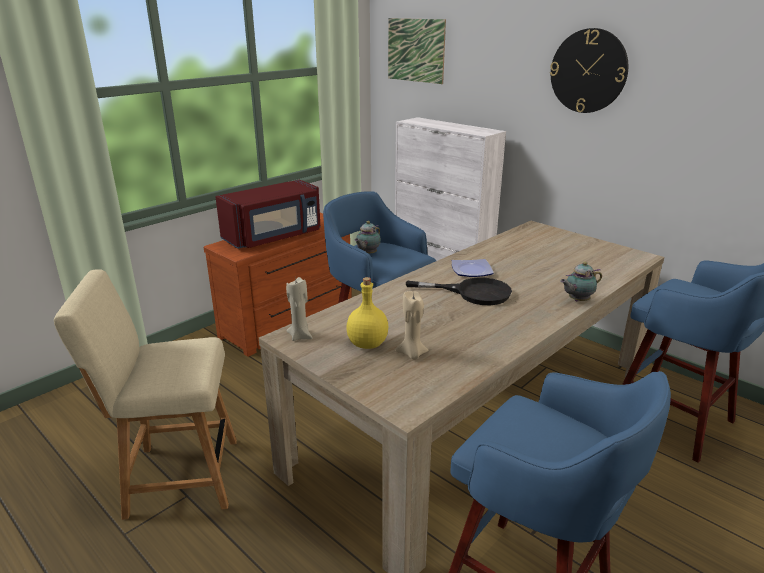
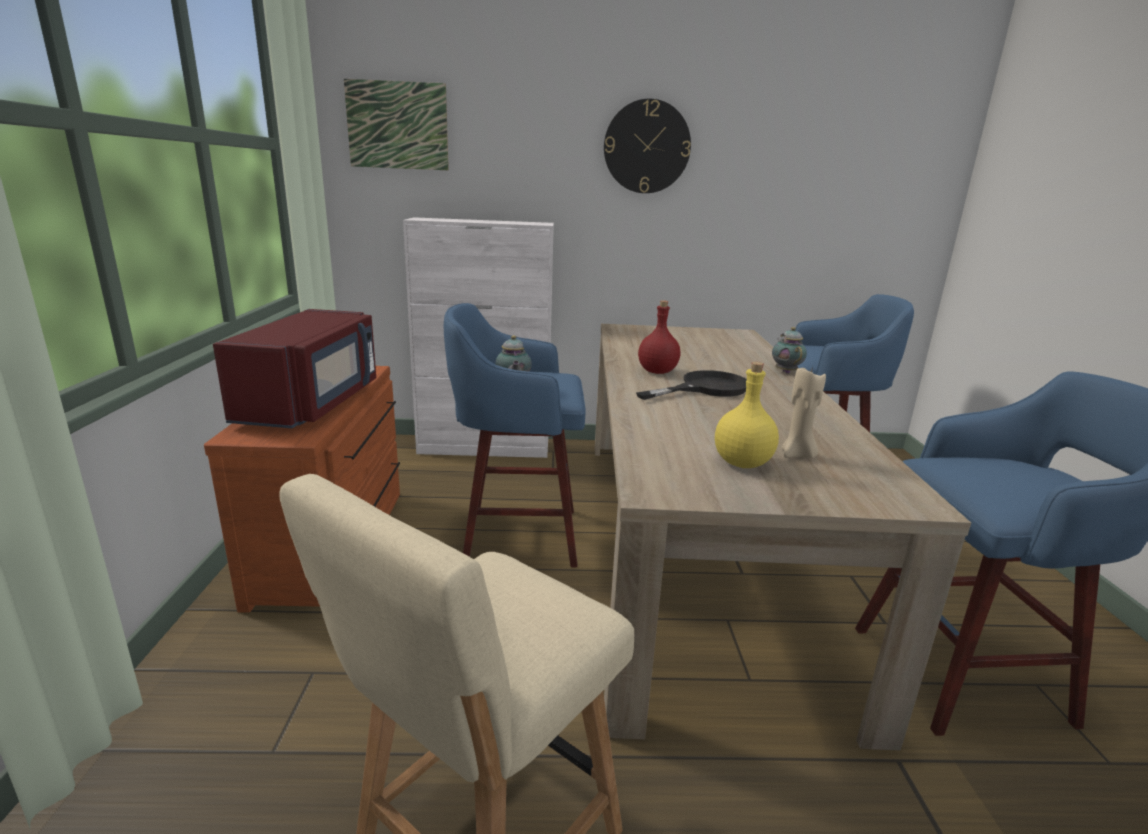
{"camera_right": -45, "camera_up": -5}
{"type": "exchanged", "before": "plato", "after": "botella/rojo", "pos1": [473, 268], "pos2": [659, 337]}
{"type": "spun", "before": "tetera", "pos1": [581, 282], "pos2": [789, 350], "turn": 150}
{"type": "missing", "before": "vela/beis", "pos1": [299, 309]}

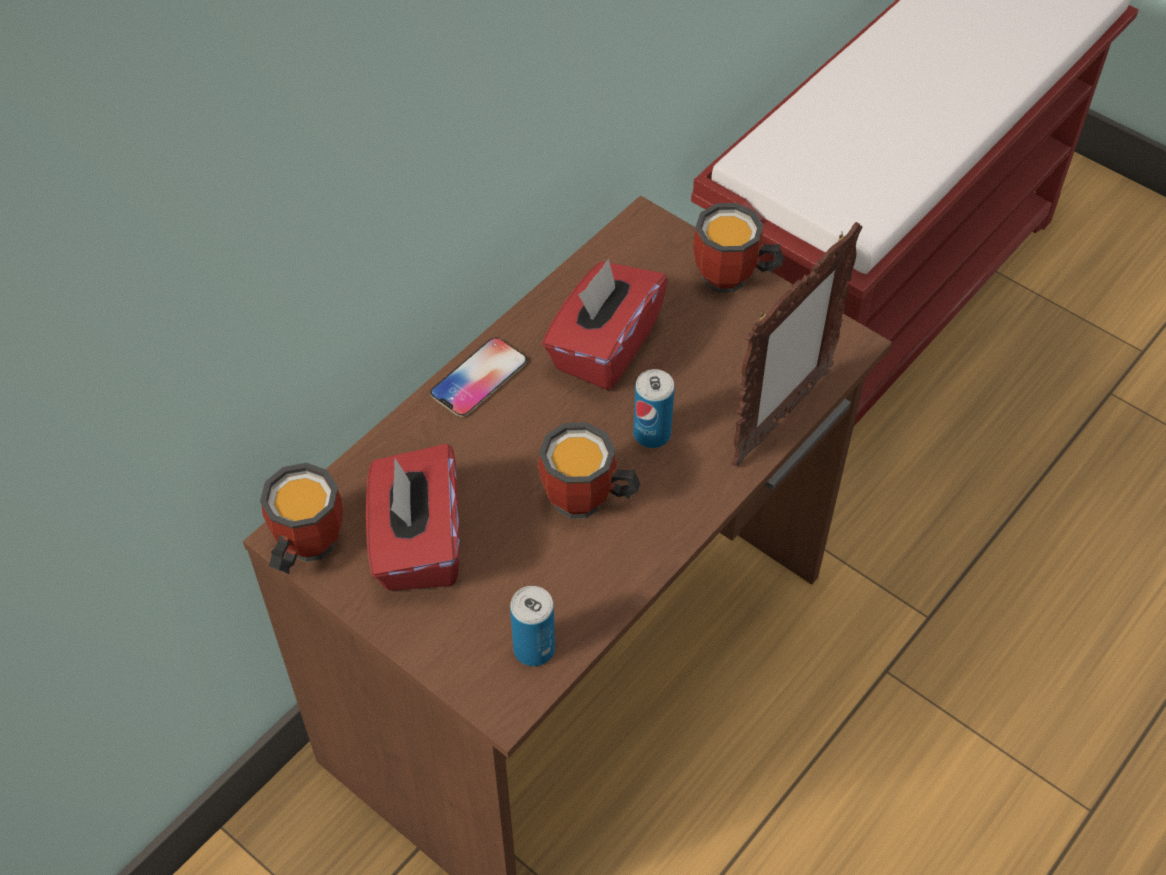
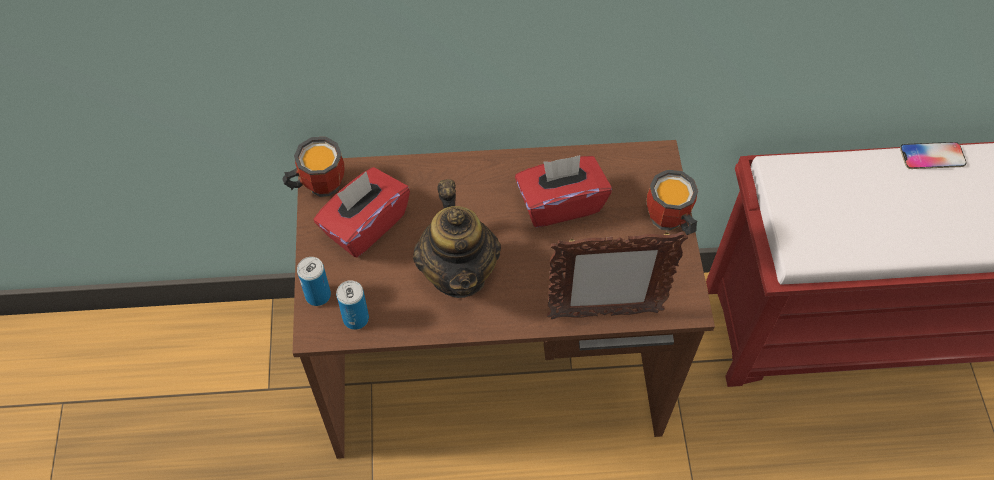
{"camera_right": 45, "camera_up": 5}
{"type": "relocated", "before": "lata", "pos1": [654, 408], "pos2": [314, 281]}
{"type": "exchanged", "before": "taza grande", "after": "tetera", "pos1": [589, 470], "pos2": [457, 238]}
{"type": "relocated", "before": "móvil", "pos1": [478, 377], "pos2": [933, 155]}

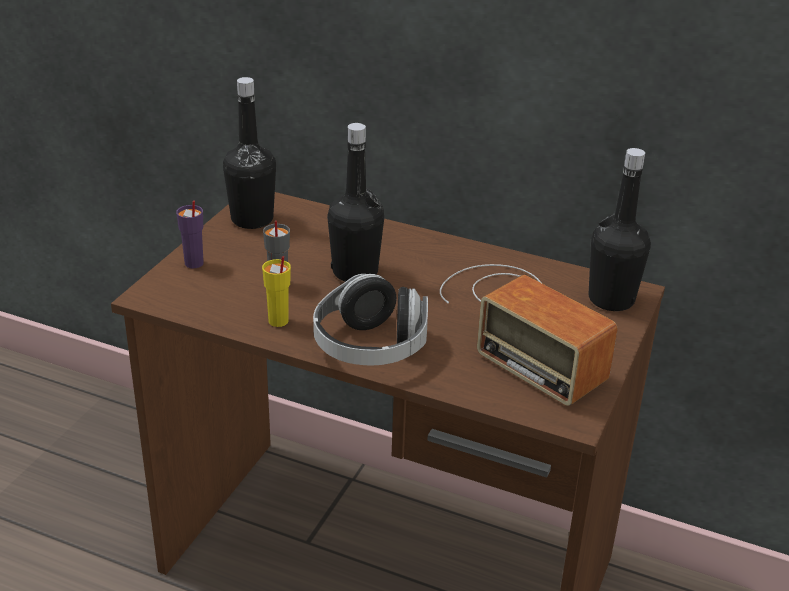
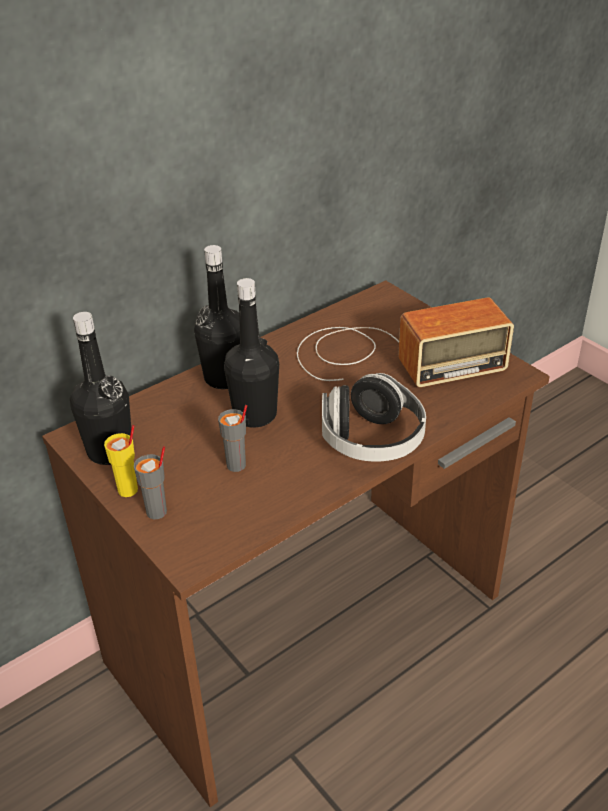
{"camera_right": -60, "camera_up": 5}
{"type": "relocated", "before": "taza/amarillo", "pos1": [276, 291], "pos2": [121, 461]}
{"type": "colour", "before": "taza/morado", "after": "taza/gris", "pos1": [190, 234], "pos2": [150, 482]}
{"type": "relocated", "before": "botella/negro", "pos1": [620, 229], "pos2": [217, 317]}

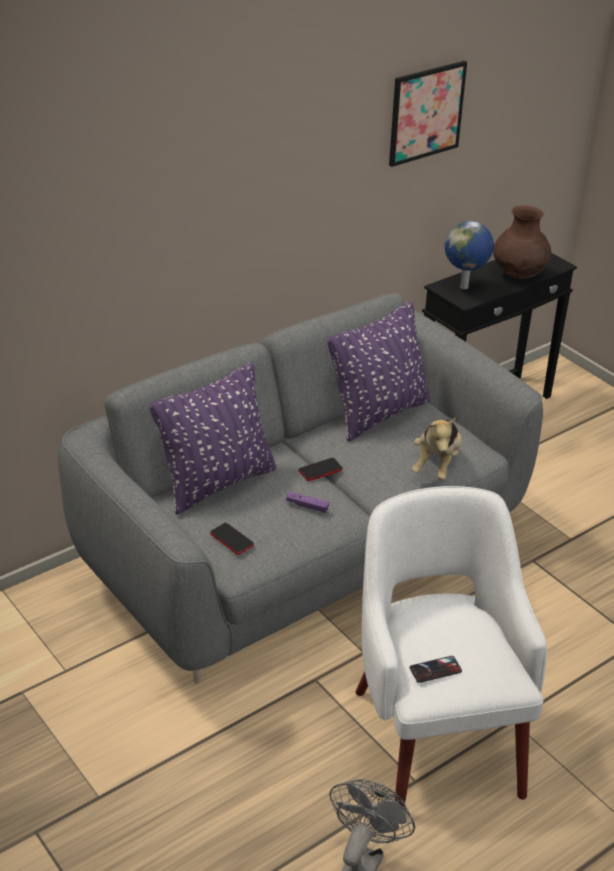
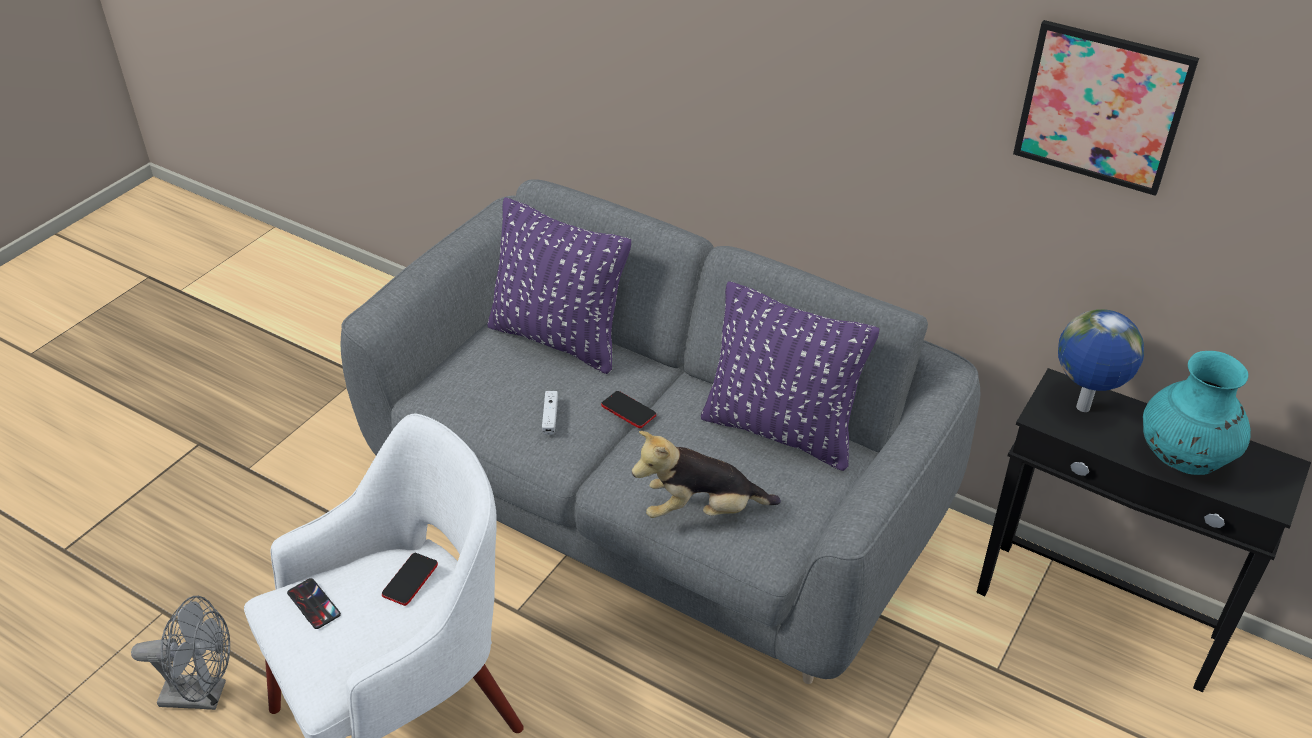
{"camera_right": 70, "camera_up": 5}
{"type": "relocated", "before": "móvil", "pos1": [232, 539], "pos2": [410, 579]}
{"type": "colour", "before": "mando de consola/morado", "after": "mando de consola/blanco", "pos1": [307, 502], "pos2": [550, 413]}
{"type": "colour", "before": "florero/marrón", "after": "florero/turquesa", "pos1": [522, 242], "pos2": [1197, 413]}

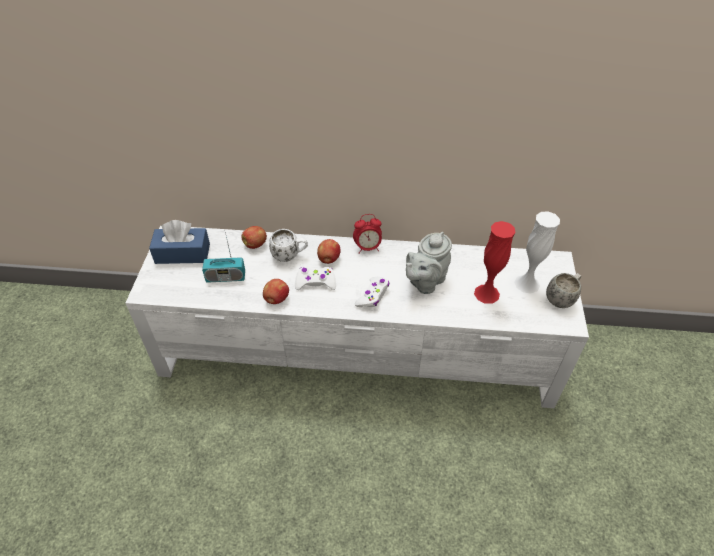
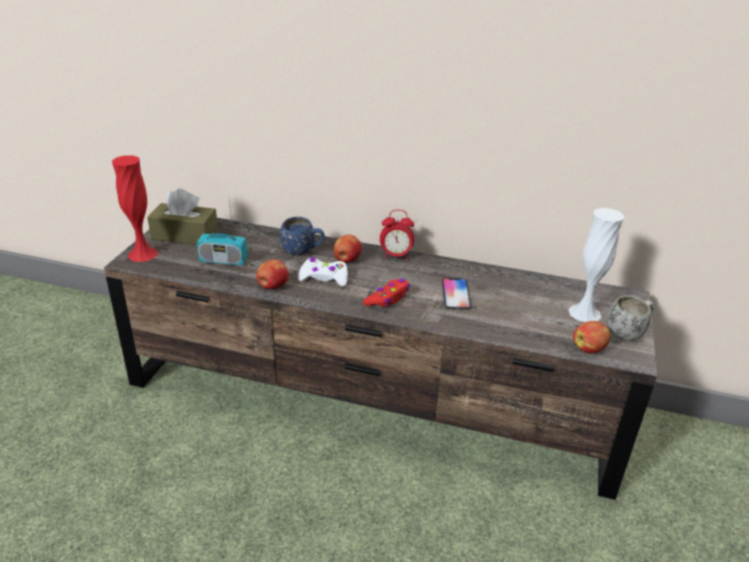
{"camera_right": 10, "camera_up": -15}
{"type": "colour", "before": "mueble de televisión/blanco", "after": "mueble de televisión/marrón", "pos1": [357, 316], "pos2": [380, 359]}
{"type": "relocated", "before": "florero/rojo", "pos1": [495, 262], "pos2": [135, 208]}
{"type": "colour", "before": "caja de pañuelos/azul", "after": "caja de pañuelos/marrón", "pos1": [179, 242], "pos2": [182, 217]}
{"type": "colour", "before": "taza grande/blanco", "after": "taza grande/azul", "pos1": [288, 245], "pos2": [302, 236]}
{"type": "colour", "before": "mando de consola/blanco", "after": "mando de consola/rojo", "pos1": [372, 292], "pos2": [386, 293]}
{"type": "exchanged", "before": "tetera/gris", "after": "móvil", "pos1": [429, 263], "pos2": [456, 294]}
{"type": "relocated", "before": "manzana", "pos1": [254, 237], "pos2": [592, 337]}

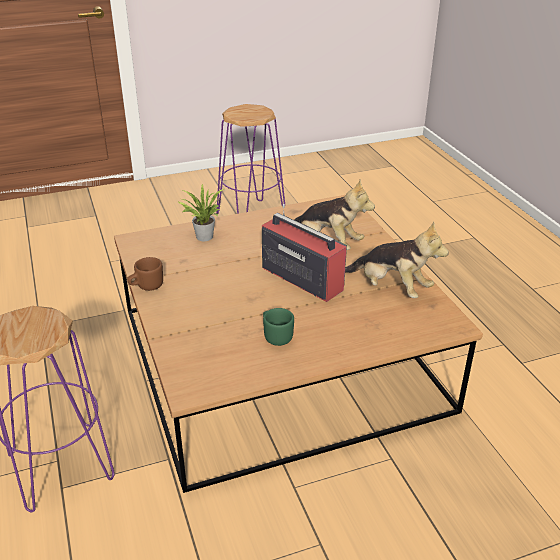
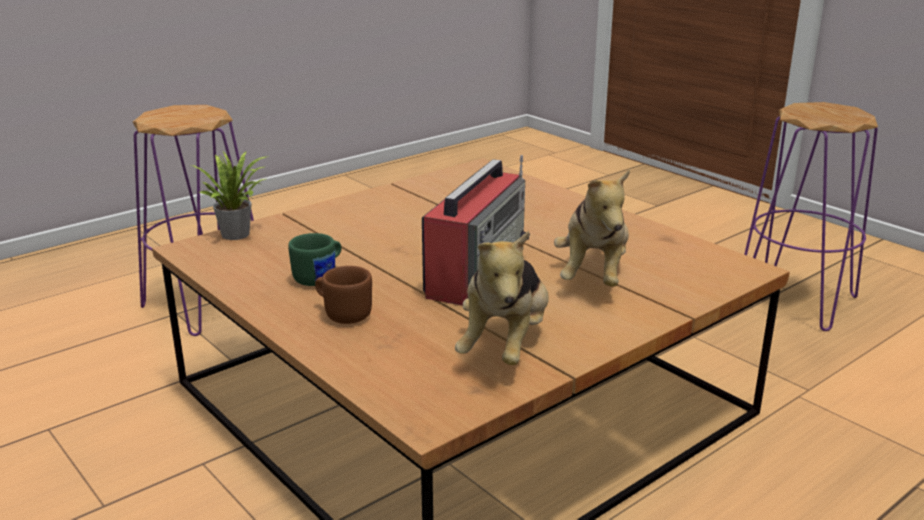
{"camera_right": 70, "camera_up": -10}
{"type": "relocated", "before": "planta en maceta", "pos1": [201, 212], "pos2": [230, 196]}
{"type": "relocated", "before": "taza grande/marrón", "pos1": [145, 274], "pos2": [343, 295]}

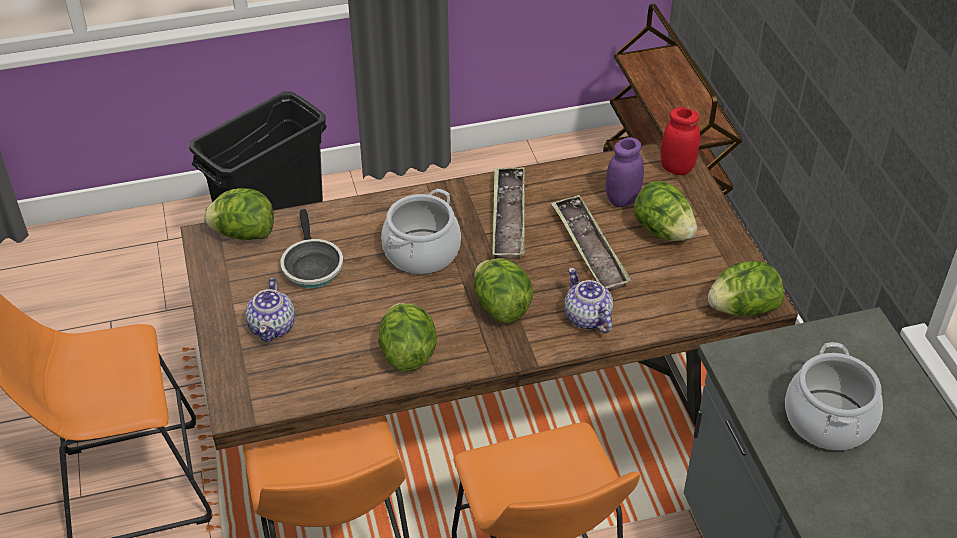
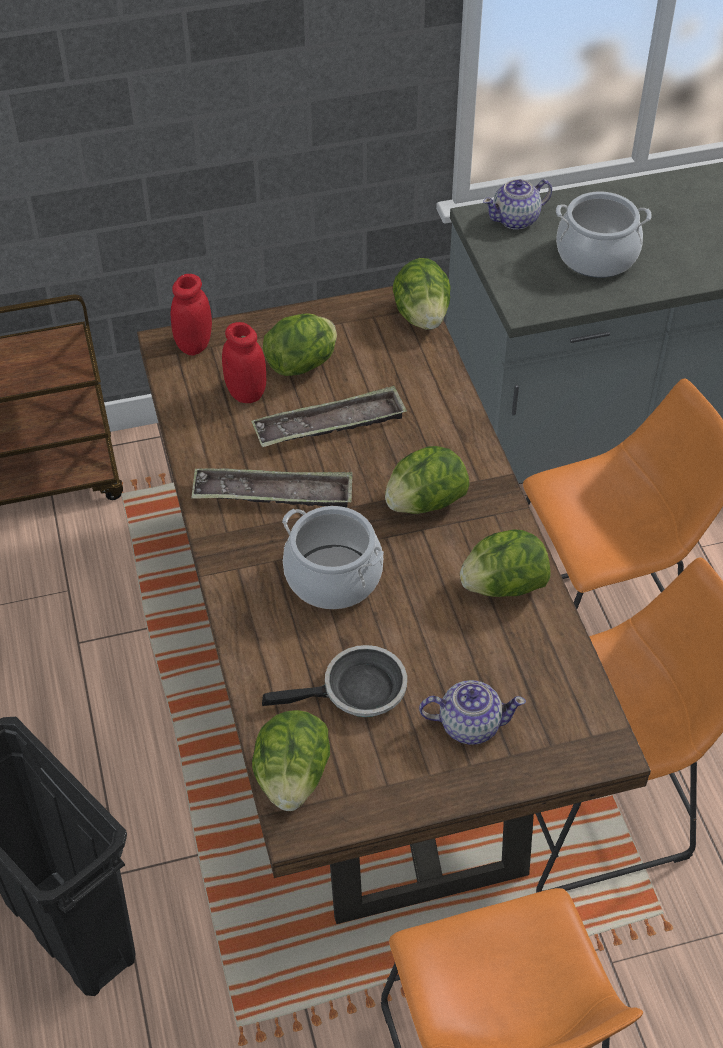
{"camera_right": -90, "camera_up": 5}
{"type": "colour", "before": "tarro/morado", "after": "tarro/rojo", "pos1": [625, 172], "pos2": [244, 362]}
{"type": "relocated", "before": "tetera", "pos1": [589, 300], "pos2": [517, 204]}

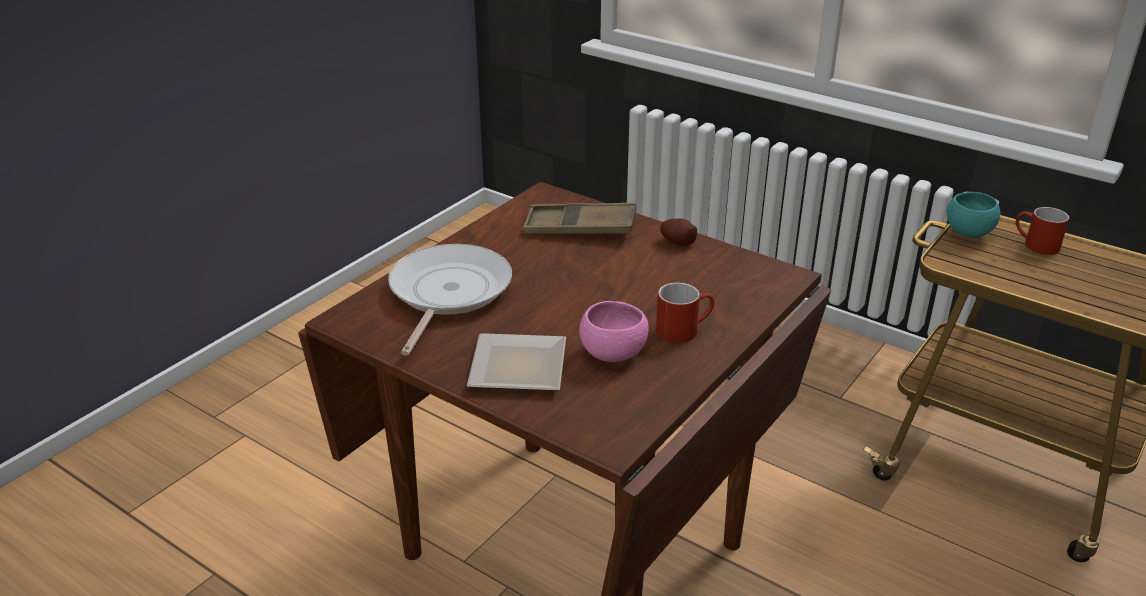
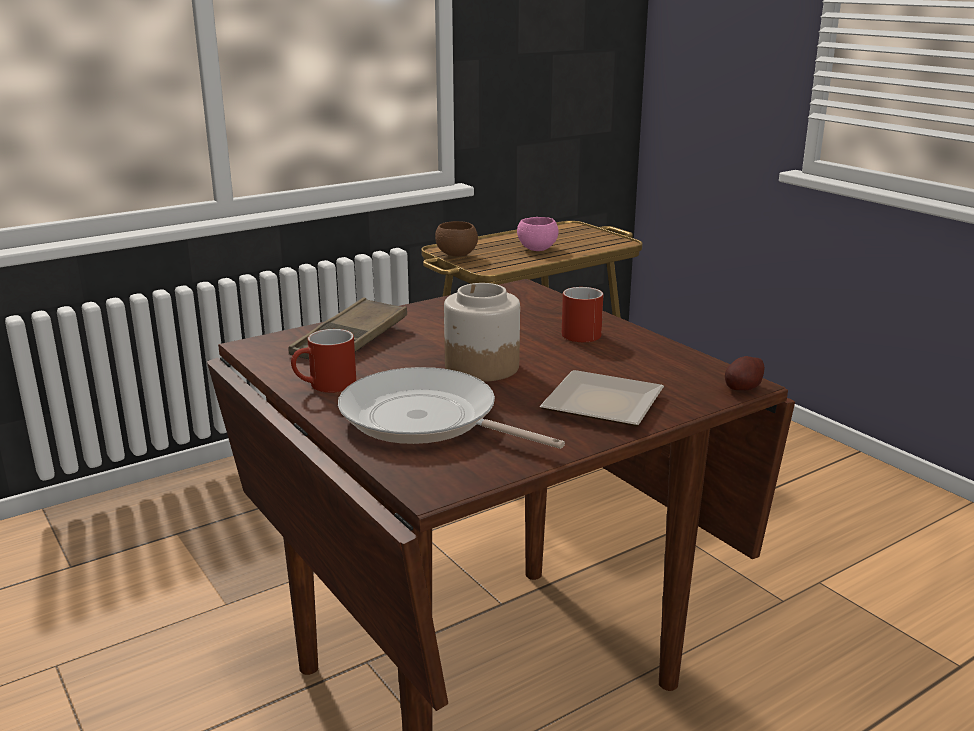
{"camera_right": -70, "camera_up": -10}
{"type": "relocated", "before": "taza grande/rojo", "pos1": [1042, 231], "pos2": [323, 361]}
{"type": "colour", "before": "cuenco/turquesa", "after": "cuenco/marrón", "pos1": [973, 215], "pos2": [456, 239]}
{"type": "appeared", "after": "tarro", "pos2": [482, 332]}
{"type": "relocated", "before": "cuenco/rosa", "pos1": [614, 331], "pos2": [538, 234]}
{"type": "relocated", "before": "patata", "pos1": [678, 232], "pos2": [745, 373]}

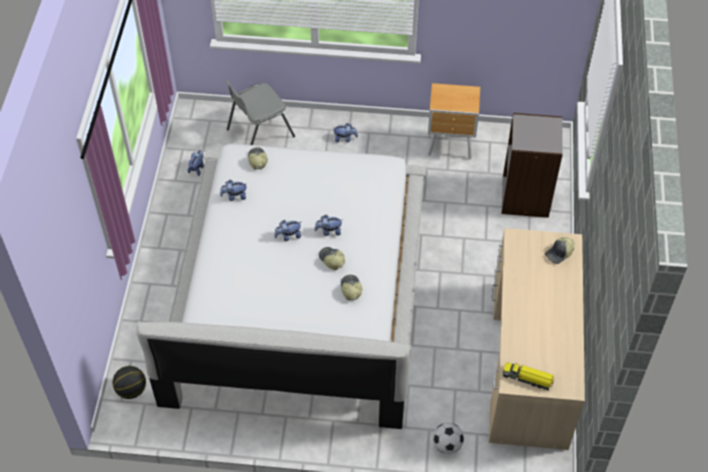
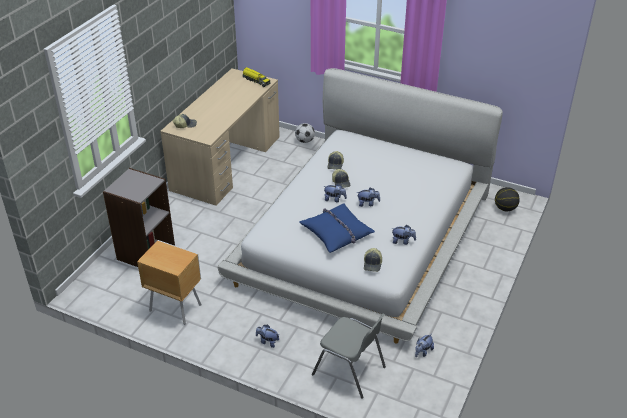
{"camera_right": -160, "camera_up": -15}
{"type": "appeared", "after": "cojín/azul", "pos2": [337, 228]}
{"type": "spun", "before": "silla/gris", "pos1": [260, 112], "pos2": [349, 356], "turn": 45}

